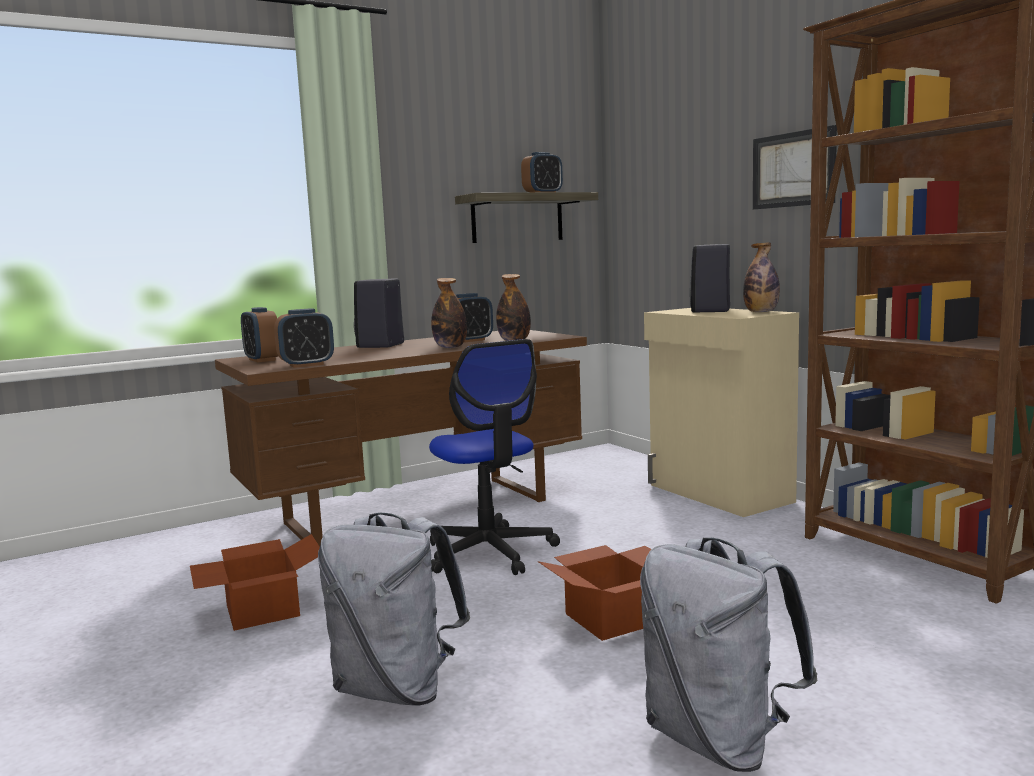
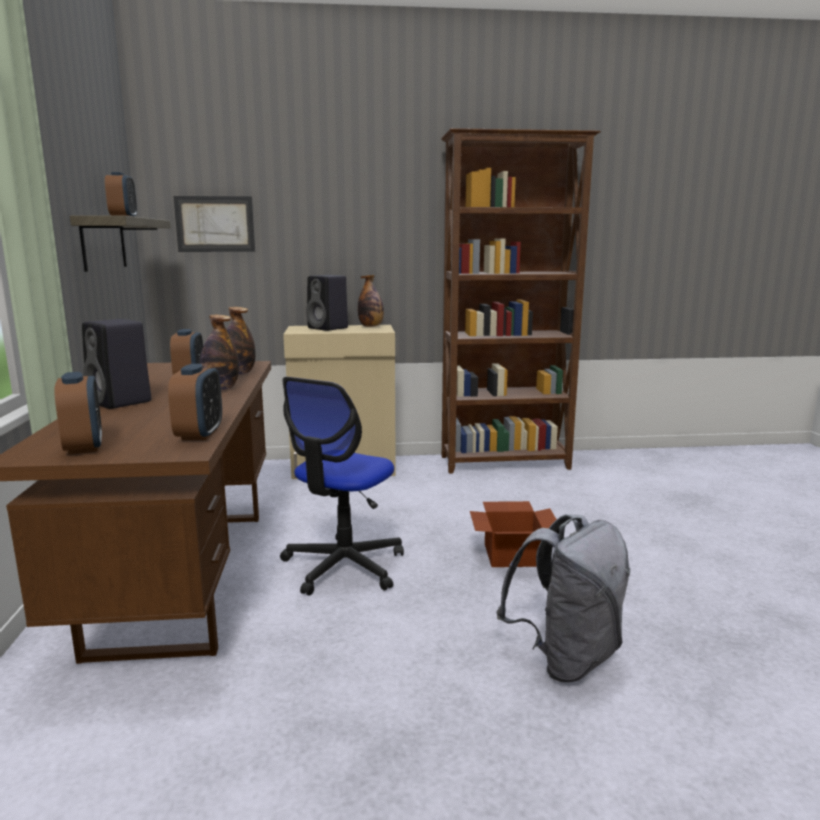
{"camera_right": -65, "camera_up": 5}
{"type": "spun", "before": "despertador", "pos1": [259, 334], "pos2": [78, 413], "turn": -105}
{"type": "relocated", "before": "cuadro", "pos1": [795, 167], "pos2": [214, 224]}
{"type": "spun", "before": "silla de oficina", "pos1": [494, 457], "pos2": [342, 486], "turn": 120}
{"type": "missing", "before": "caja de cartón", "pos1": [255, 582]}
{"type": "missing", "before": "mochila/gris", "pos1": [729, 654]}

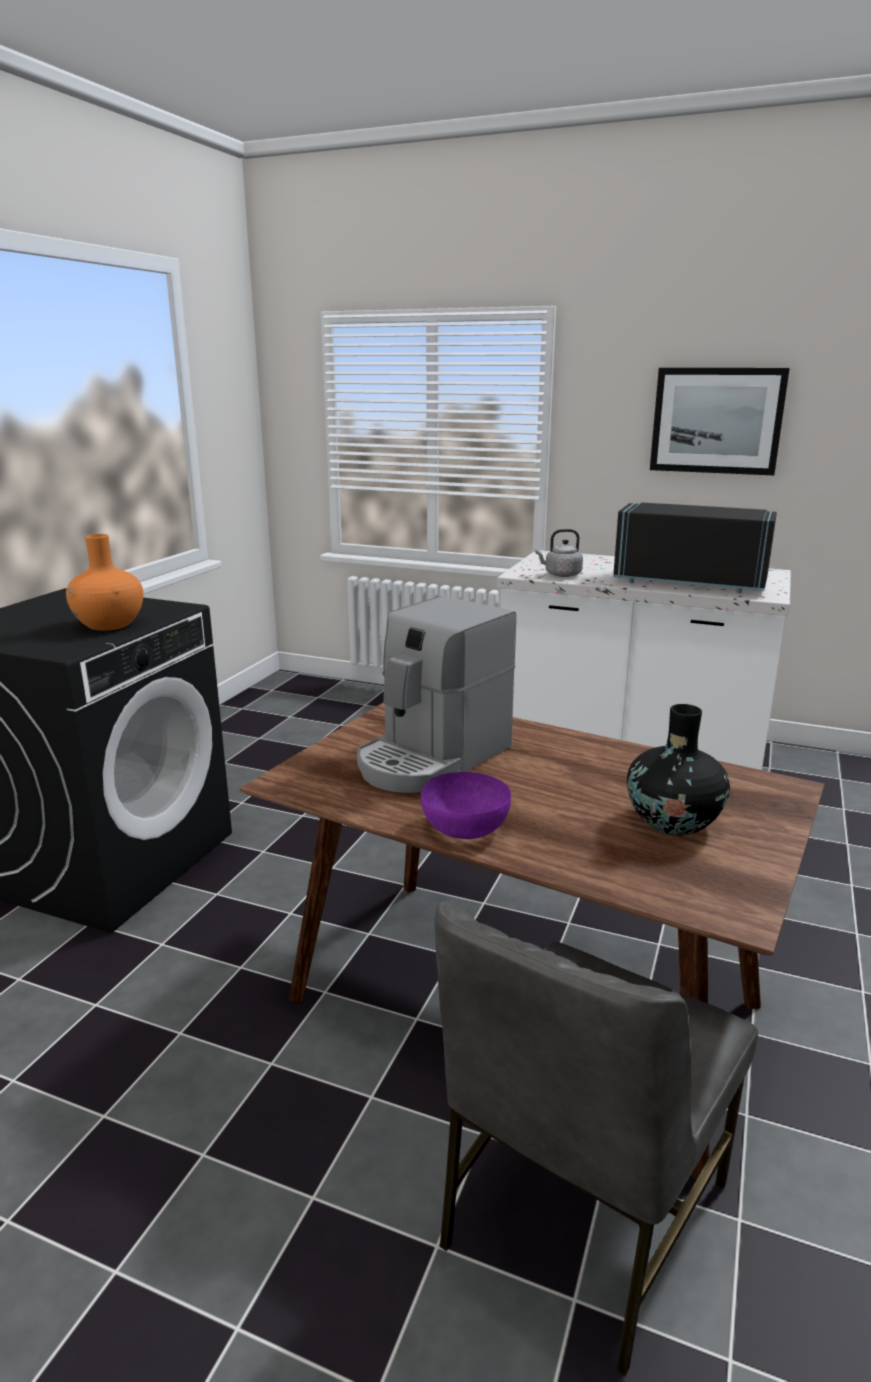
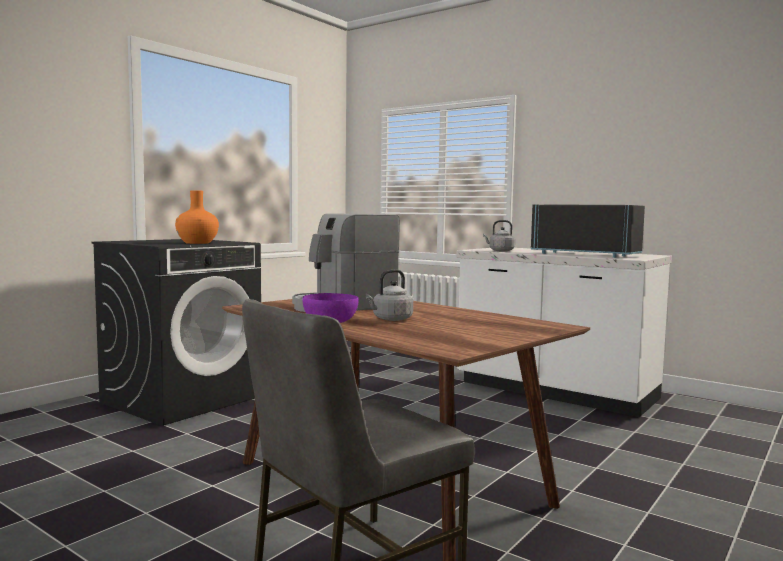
{"camera_right": 15, "camera_up": -15}
{"type": "appeared", "after": "hervidor/gris", "pos2": [389, 295]}
{"type": "missing", "before": "florero/negro", "pos1": [678, 770]}
{"type": "missing", "before": "cuadro", "pos1": [720, 421]}

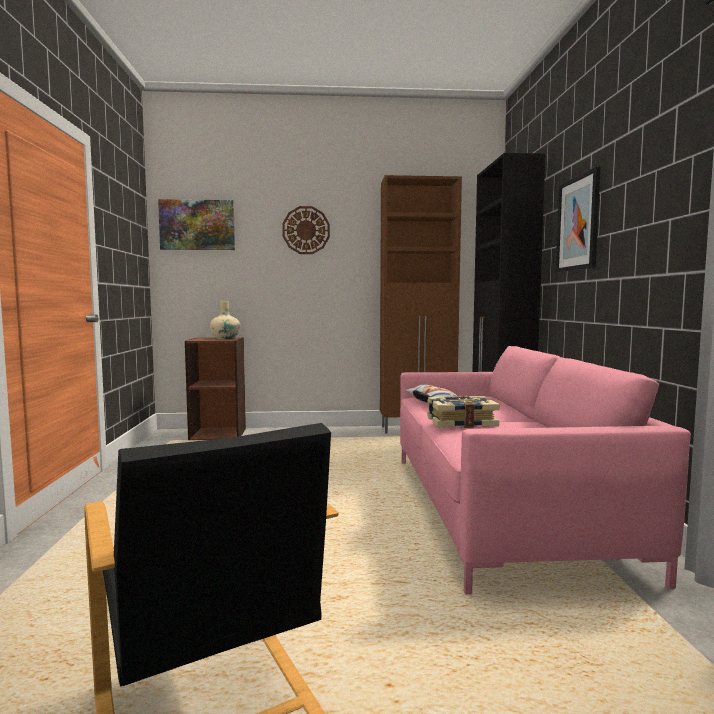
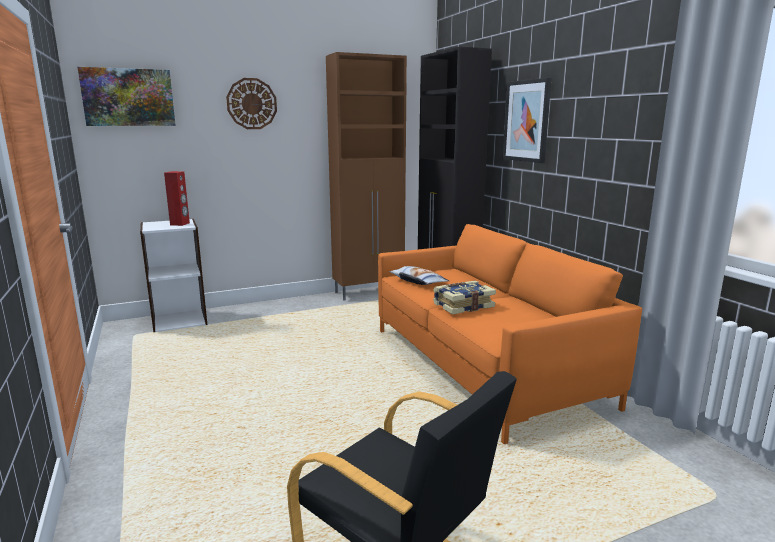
{"camera_right": -20, "camera_up": 10}
{"type": "colour", "before": "estantería/marrón", "after": "estantería/blanco", "pos1": [215, 388], "pos2": [173, 275]}
{"type": "exchanged", "before": "florero/beis", "after": "altavoz/rojo", "pos1": [225, 320], "pos2": [177, 198]}
{"type": "colour", "before": "sofá/rosa", "after": "sofá/naranja", "pos1": [545, 470], "pos2": [510, 334]}

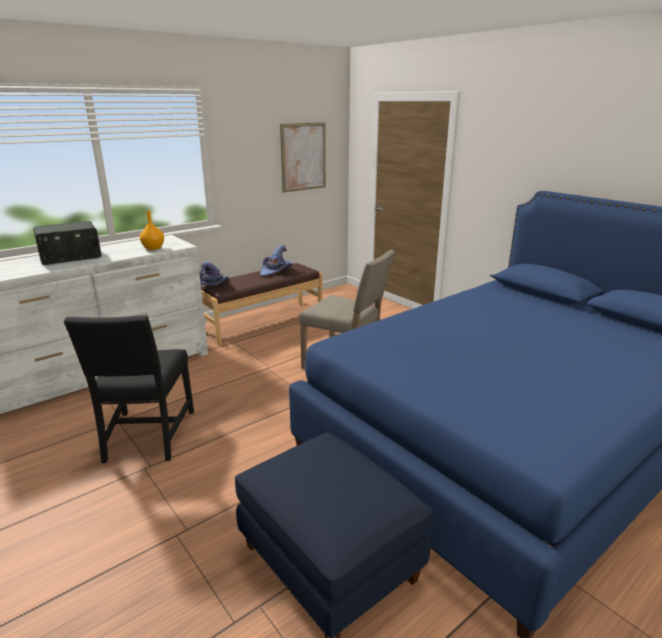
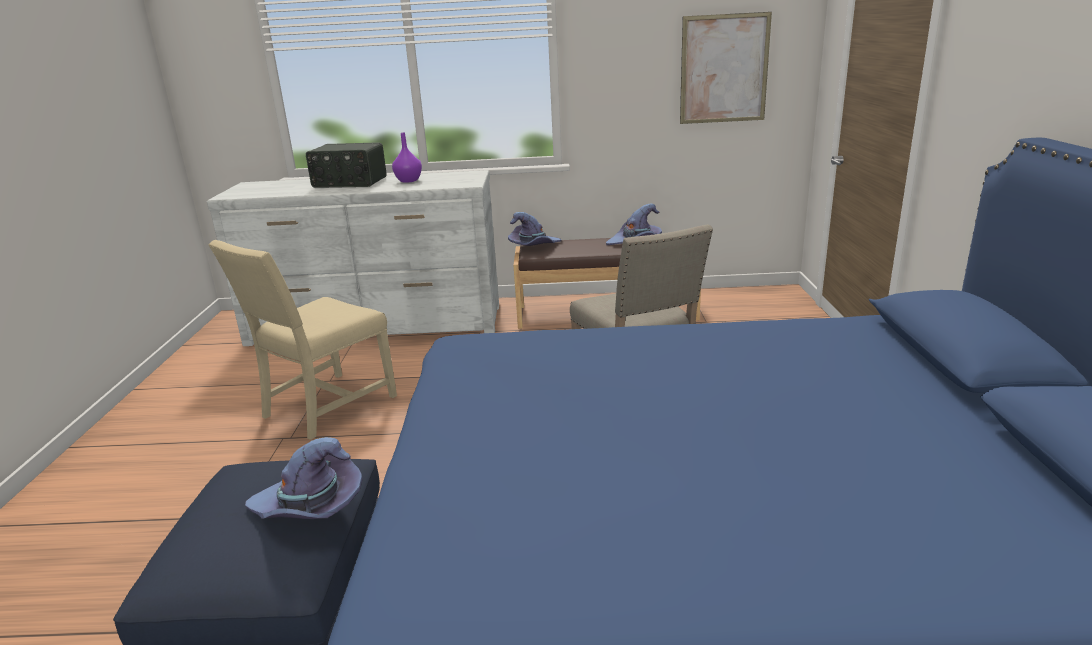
{"camera_right": 40, "camera_up": 0}
{"type": "colour", "before": "silla/negro", "after": "silla/beis", "pos1": [129, 389], "pos2": [303, 340]}
{"type": "appeared", "after": "sombrero/morado", "pos2": [304, 478]}
{"type": "appeared", "after": "florero/morado", "pos2": [407, 158]}
{"type": "missing", "before": "florero/naranja", "pos1": [152, 230]}

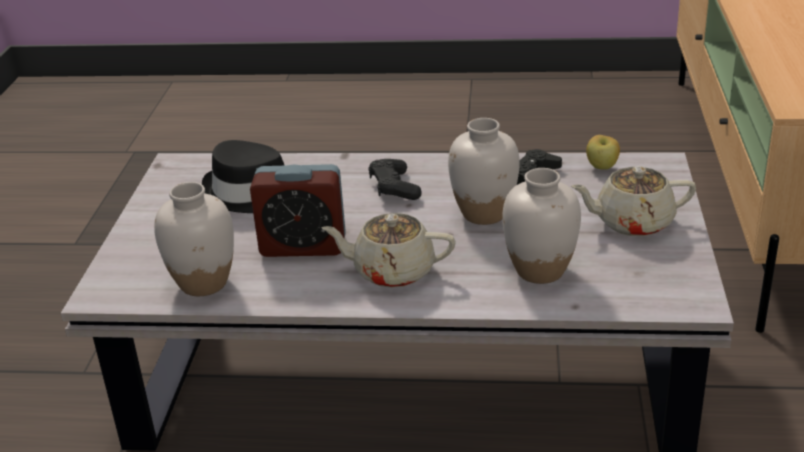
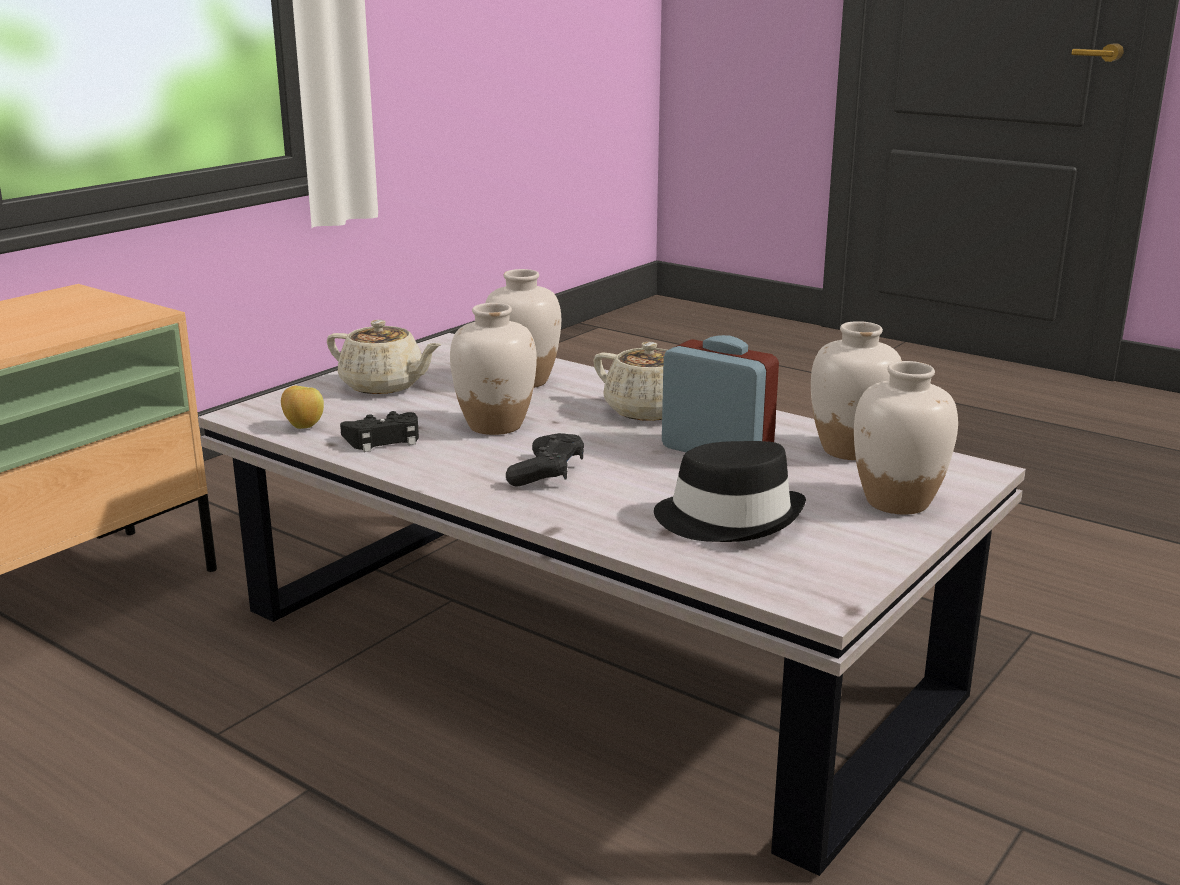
{"camera_right": -150, "camera_up": -10}
{"type": "appeared", "after": "florero/blanco", "pos2": [906, 438]}

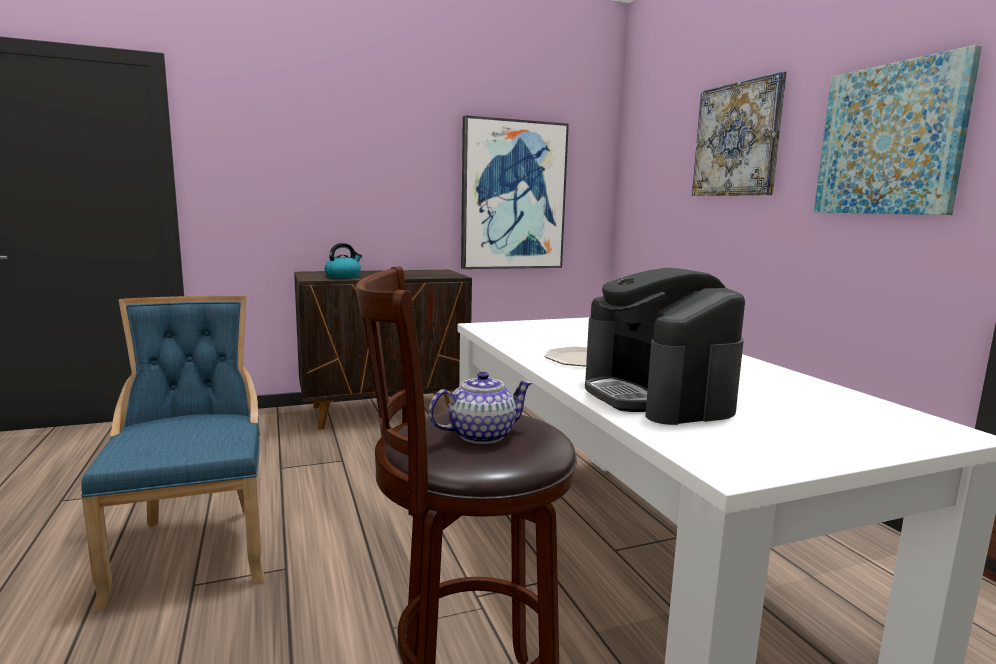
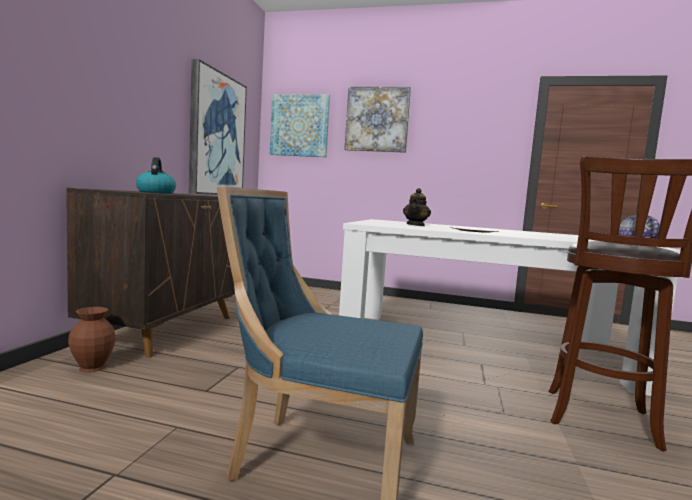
{"camera_right": -55, "camera_up": -5}
{"type": "appeared", "after": "florero/marrón", "pos2": [91, 340]}
{"type": "relocated", "before": "cuadro", "pos1": [898, 130], "pos2": [300, 125]}
{"type": "appeared", "after": "tetera", "pos2": [417, 207]}
{"type": "missing", "before": "cafetera", "pos1": [665, 346]}

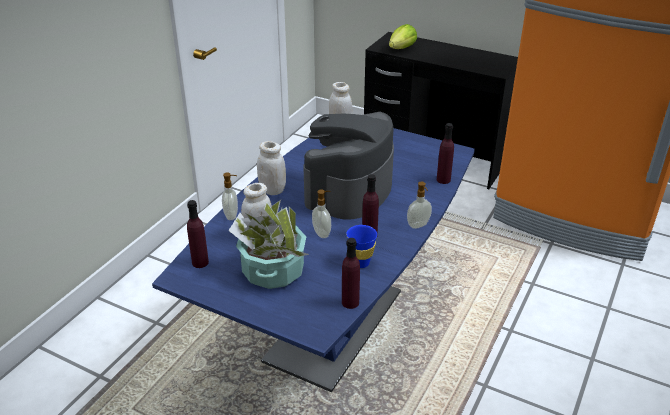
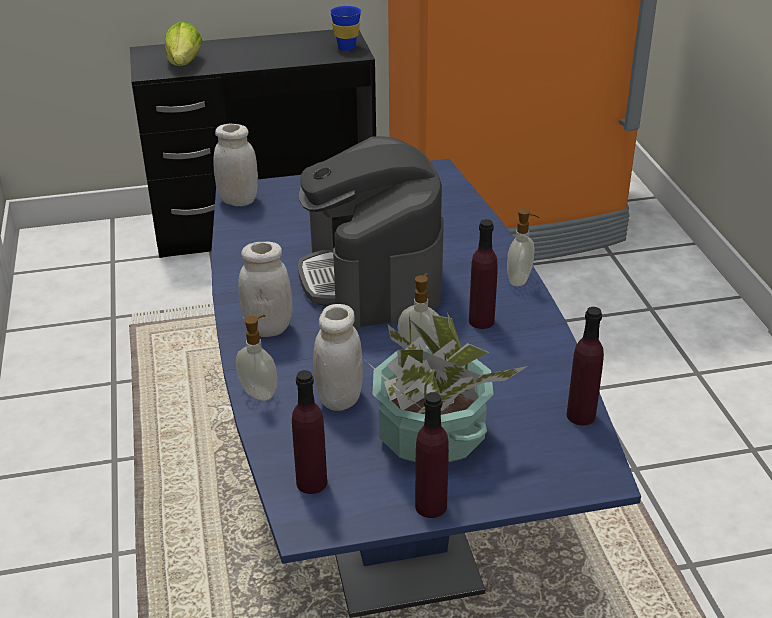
{"camera_right": -40, "camera_up": 0}
{"type": "relocated", "before": "taza/azul", "pos1": [361, 246], "pos2": [345, 28]}
{"type": "relocated", "before": "botella/morado", "pos1": [445, 153], "pos2": [432, 455]}

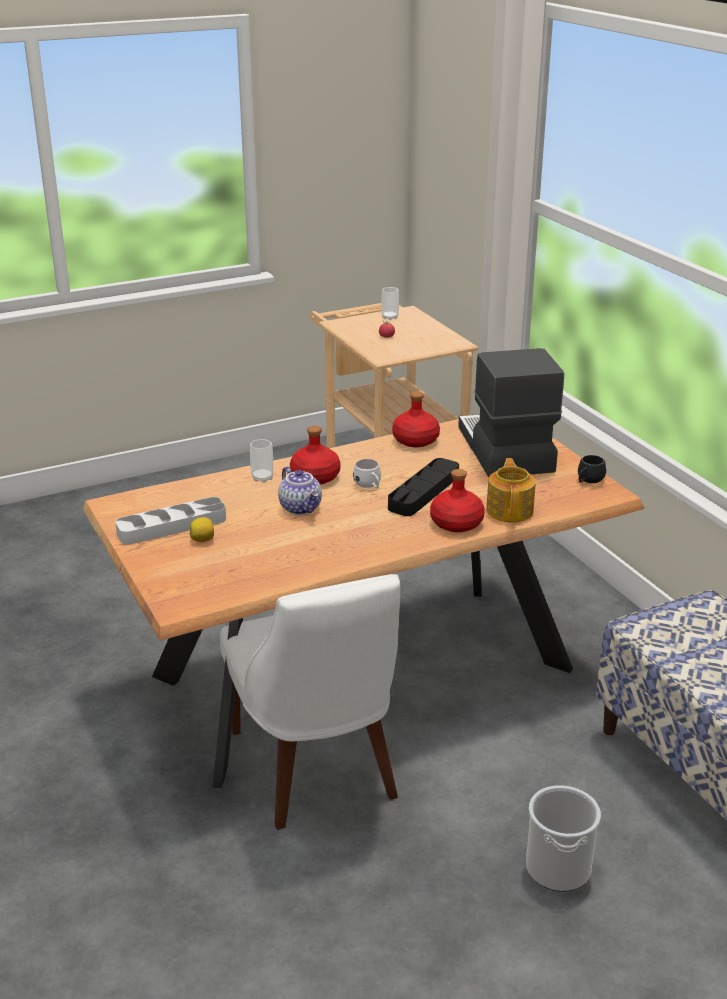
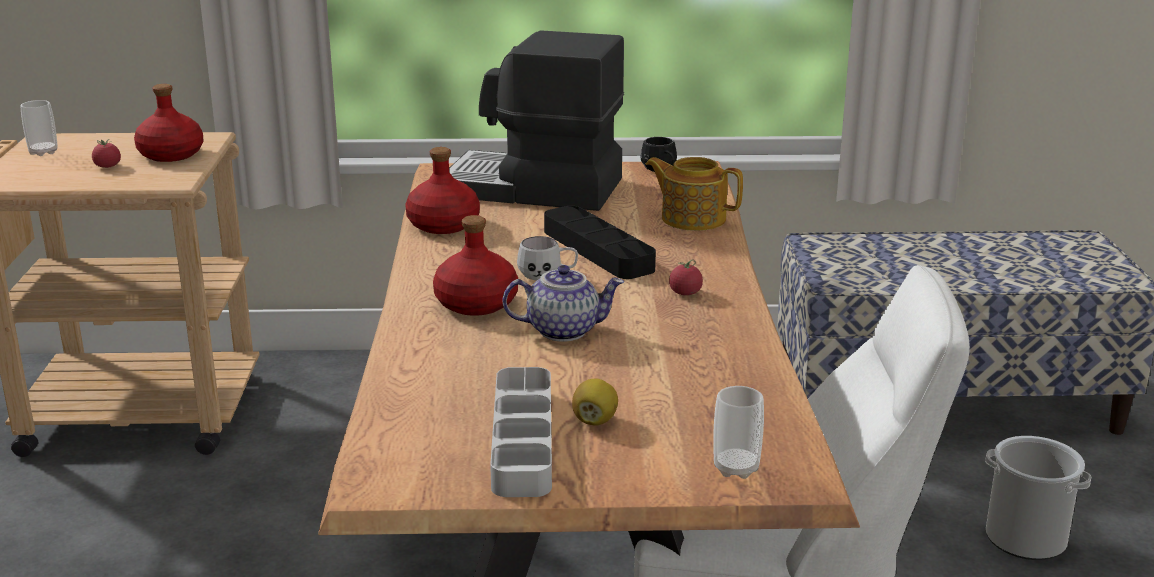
{"camera_right": -65, "camera_up": -5}
{"type": "relocated", "before": "botella/rojo", "pos1": [457, 500], "pos2": [169, 123]}
{"type": "appeared", "after": "tomate", "pos2": [686, 277]}
{"type": "relocated", "before": "taza", "pos1": [261, 461], "pos2": [738, 432]}

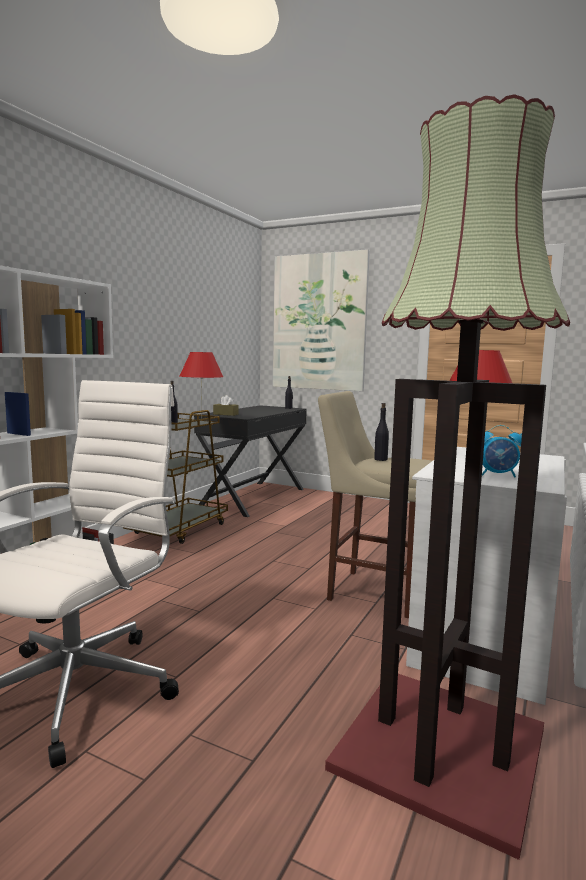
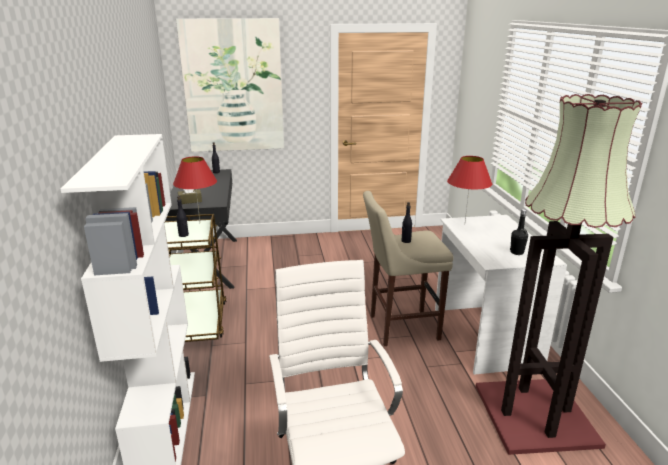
{"camera_right": -35, "camera_up": 15}
{"type": "exchanged", "before": "despertador", "after": "botella/negro", "pos1": [502, 451], "pos2": [519, 232]}

